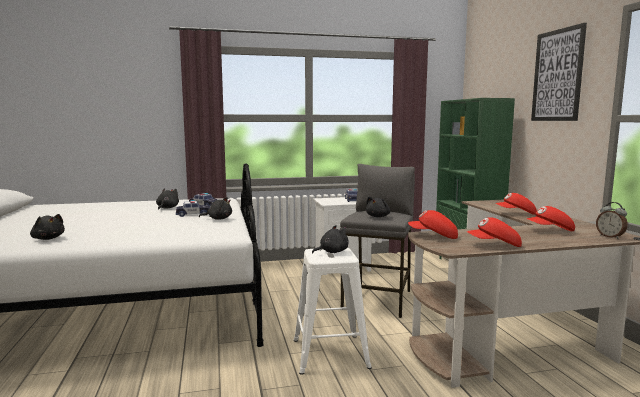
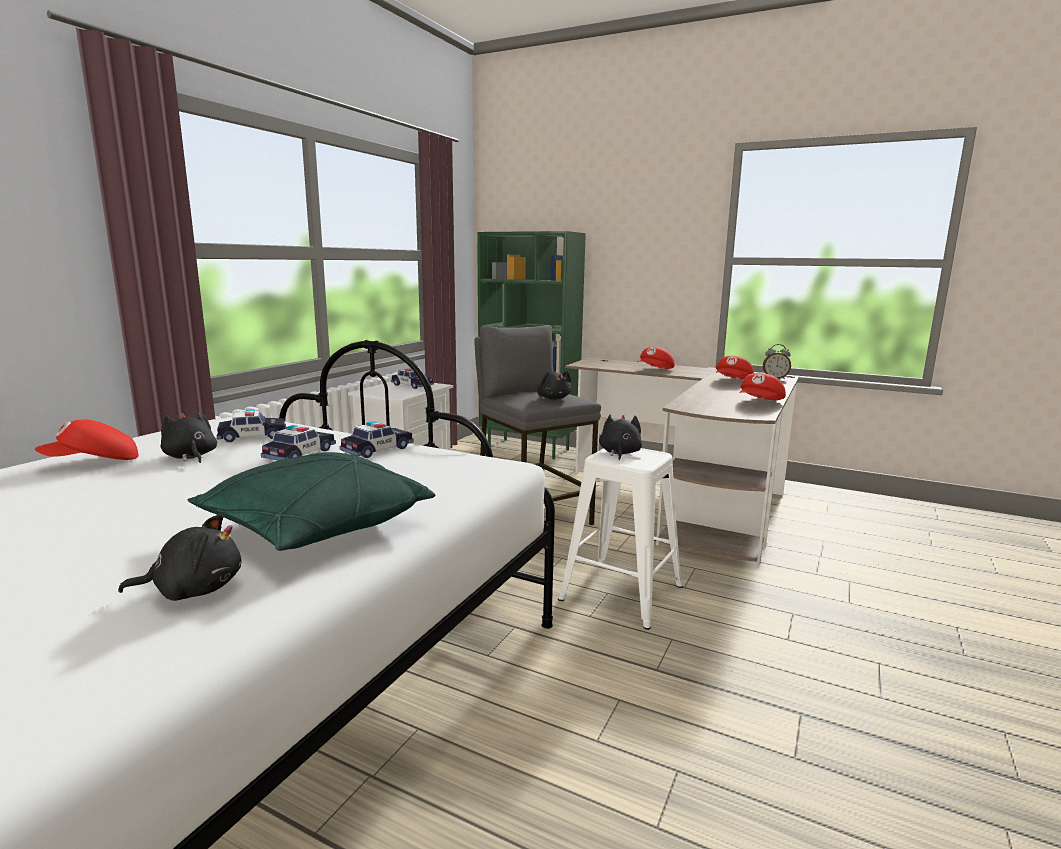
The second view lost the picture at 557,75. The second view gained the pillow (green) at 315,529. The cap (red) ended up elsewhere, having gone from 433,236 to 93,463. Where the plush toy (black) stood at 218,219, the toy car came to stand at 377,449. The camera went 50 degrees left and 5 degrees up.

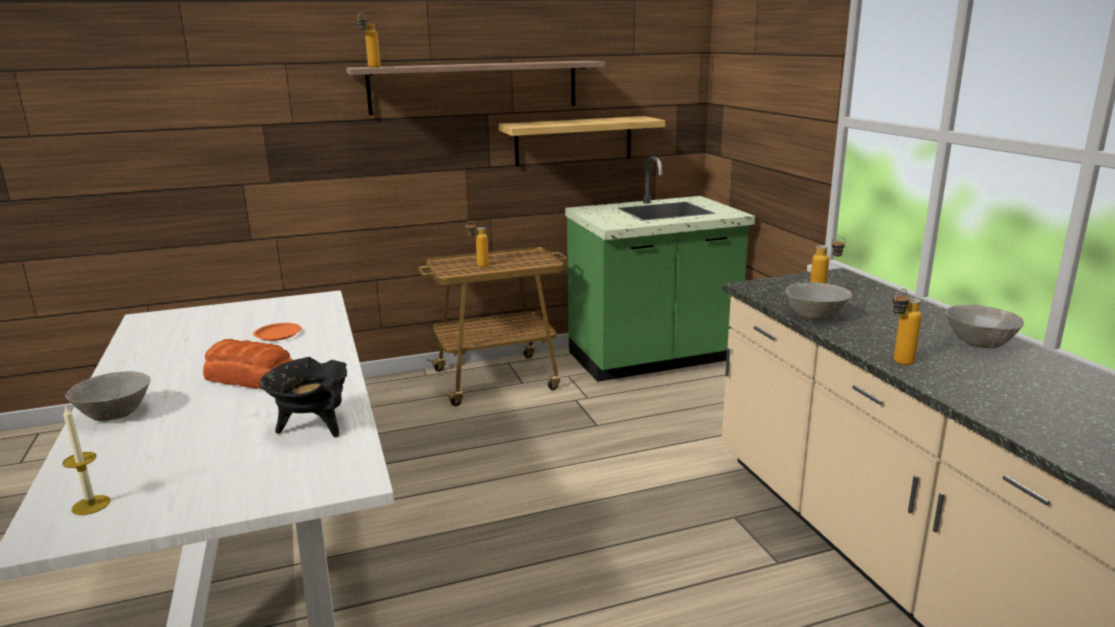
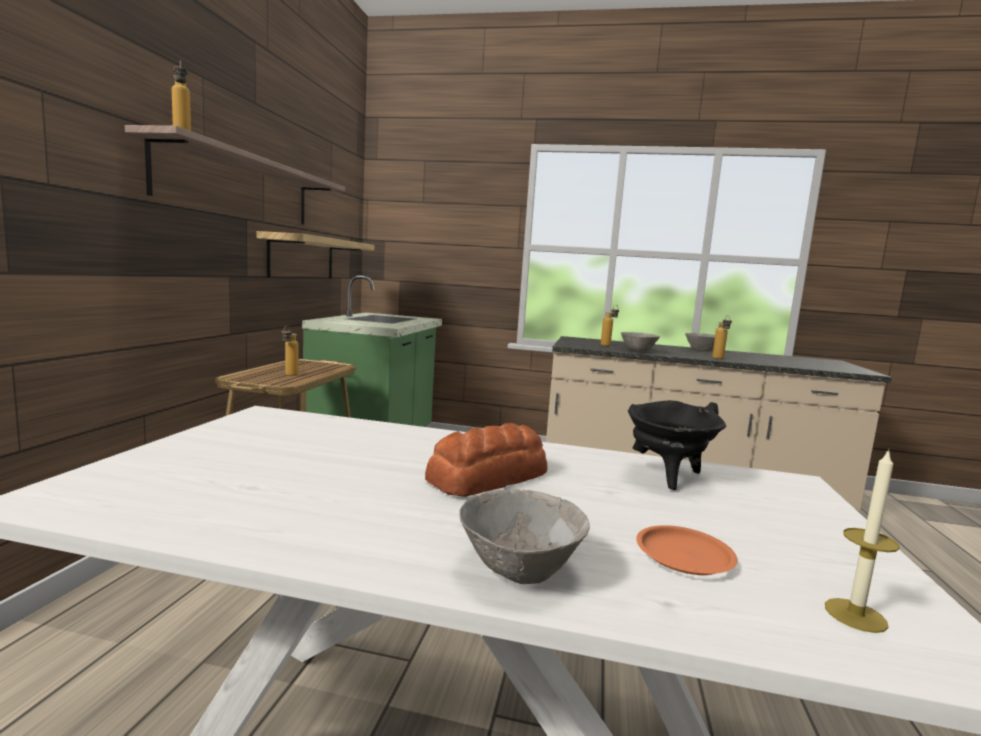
The plate (orange) ended up elsewhere, having gone from 278,334 to 683,555. The camera went 60 degrees left and 10 degrees down.

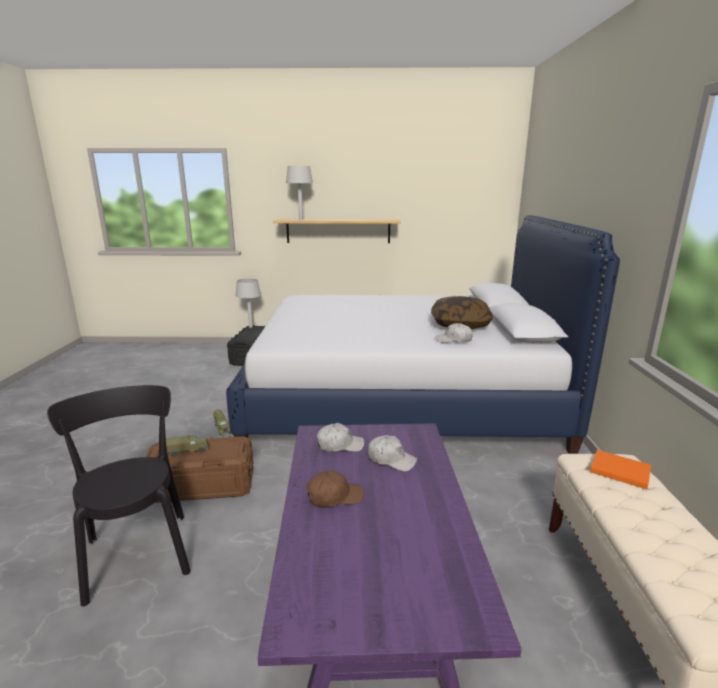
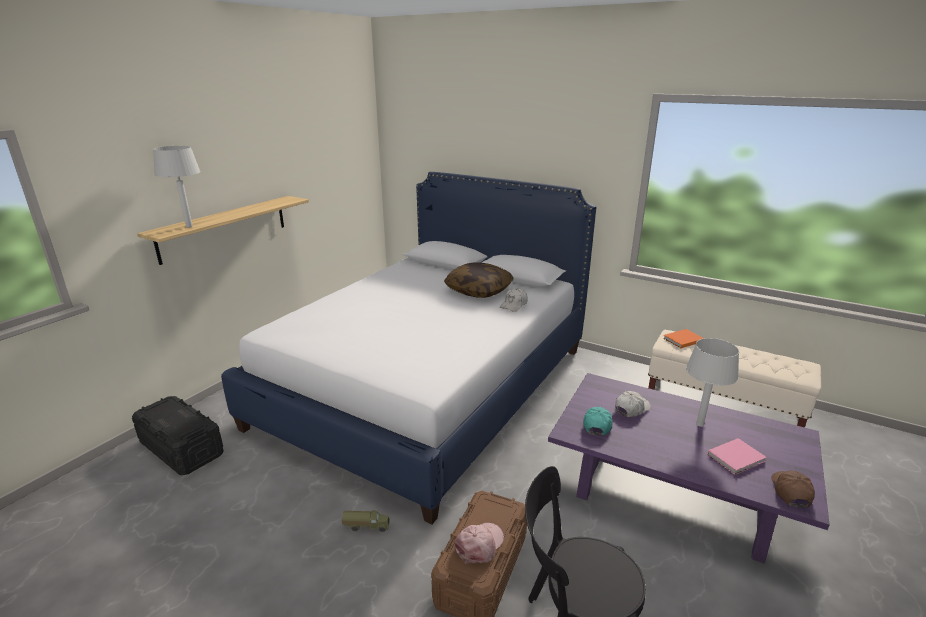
The second view gained the book (pink) at 737,458. The table lamp (grey) ended up elsewhere, having gone from 251,327 to 699,424. The cap (brown) ended up elsewhere, having gone from 334,496 to 790,492. Where the toy truck stood at 185,451, the cap (pink) came to stand at 480,545. What was the cap (white) at 340,445 turned into the cap (turquoise) at 597,424. The camera went 60 degrees left and 5 degrees up.

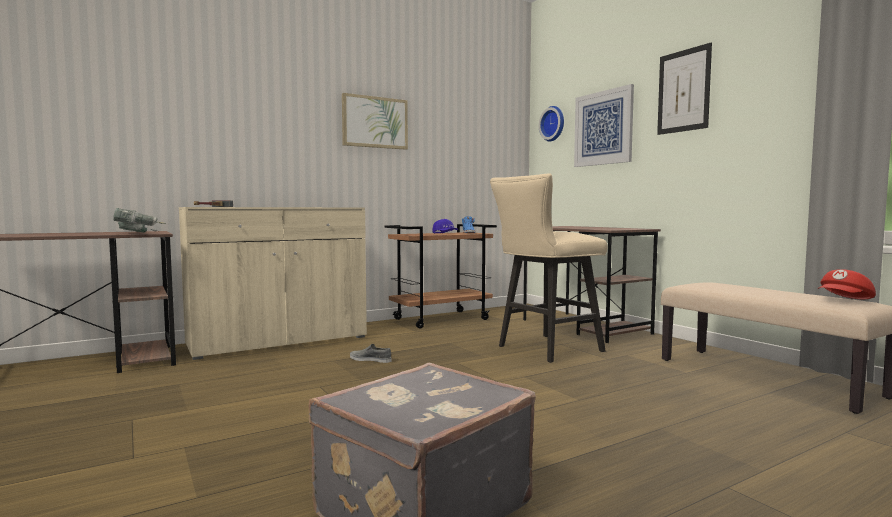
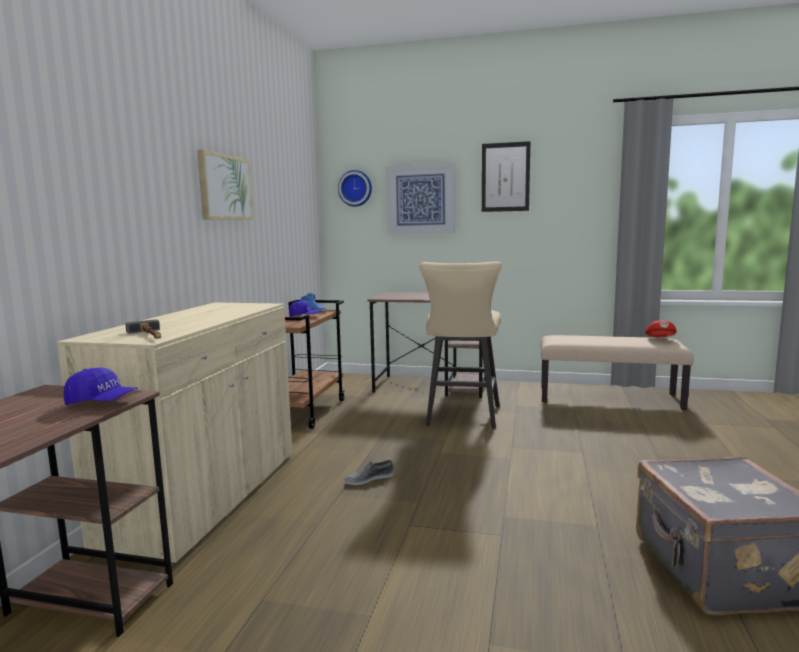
Where the power drill stood at 139,233, the cap (blue) came to stand at 102,402. The camera went 45 degrees left and 5 degrees up.

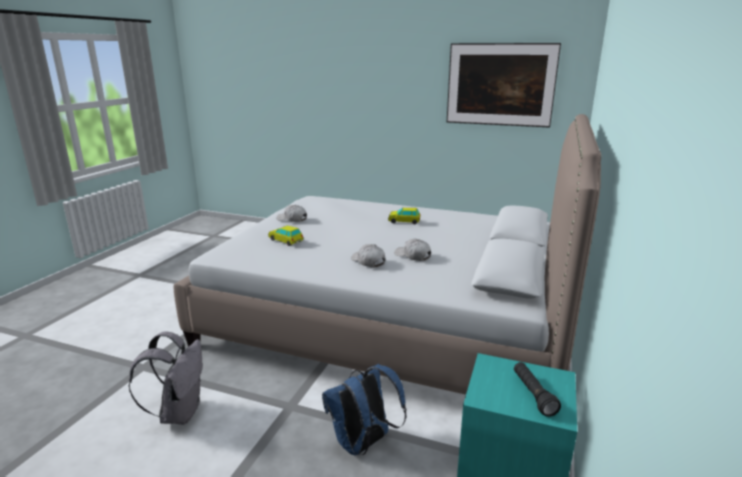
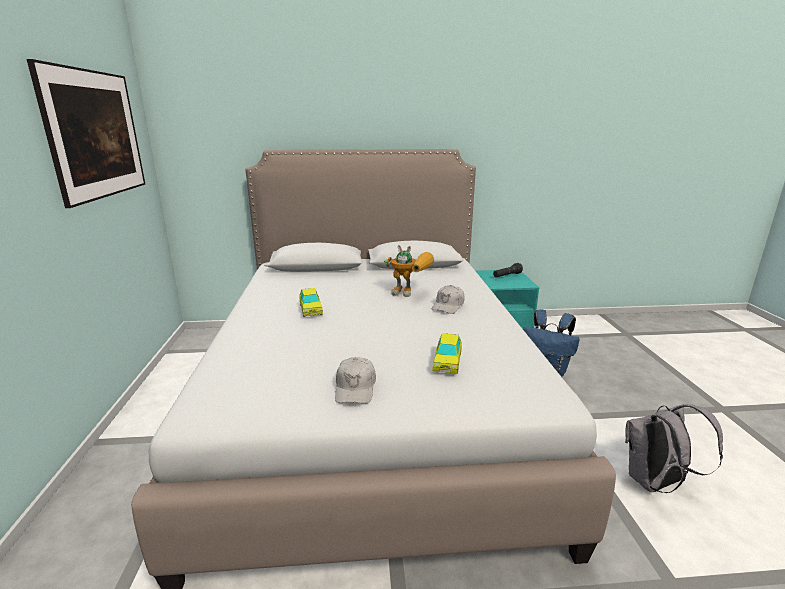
Where the cap (white) stood at 412,256, the toy robot came to stand at 411,293. The camera went 115 degrees left and 0 degrees up.

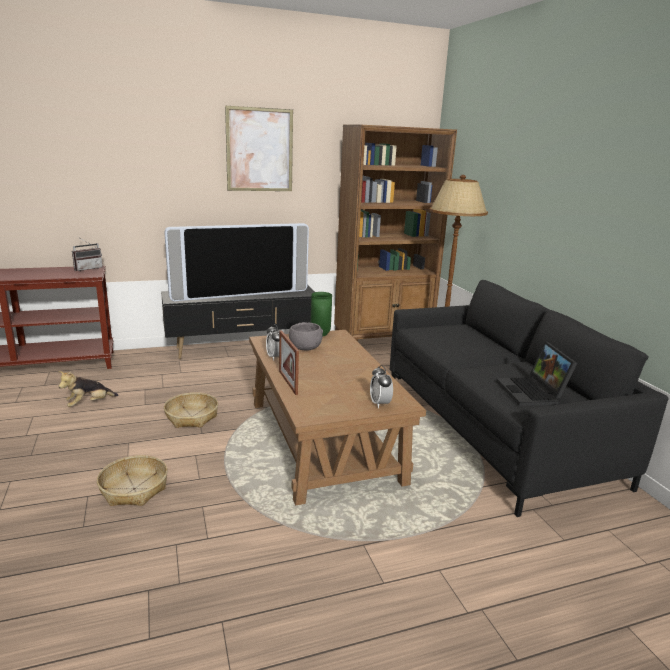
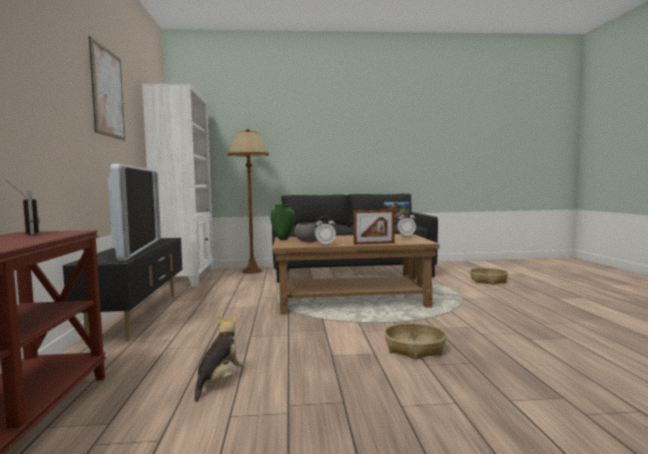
The basket ended up elsewhere, having gone from 192,417 to 488,281. What was the bookcase (brown) at 383,339 turned into the bookcase (white) at 187,278. The plush toy at 89,404 ended up facing another way, 135 degrees counterclockwise from before. The camera went 75 degrees left and 15 degrees down.

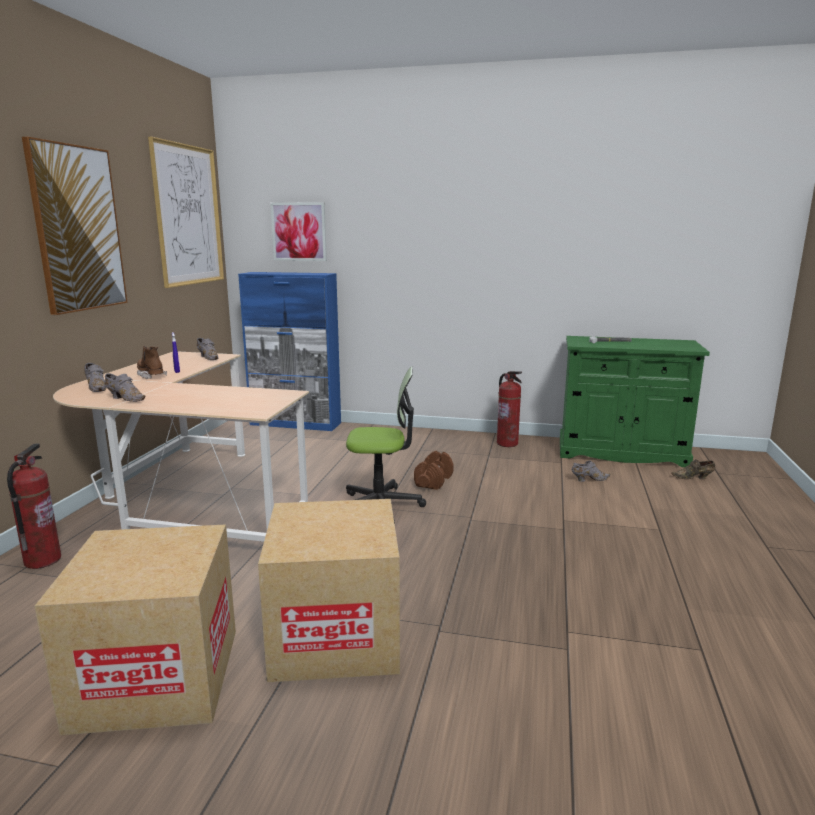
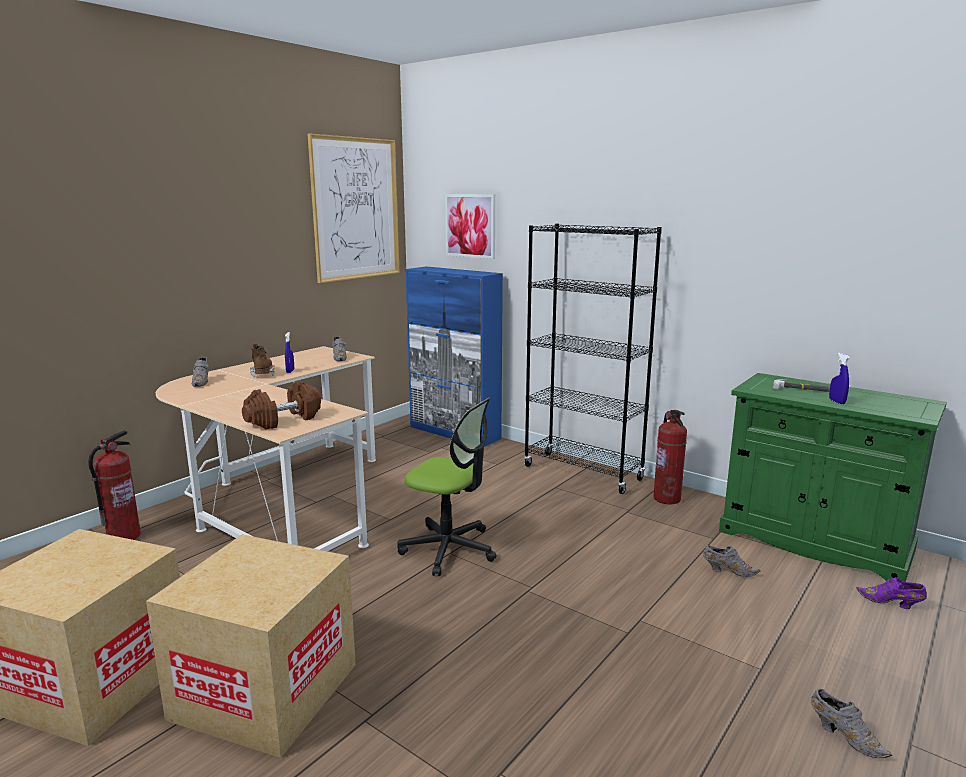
The second view lost the picture at 77,229. The second view gained the bookcase (black) at 583,473. The second view gained the spray bottle (blue) at 837,402. The shoe (grey) ended up elsewhere, having gone from 125,399 to 844,736. The dumbbell (brown) ended up elsewhere, having gone from 434,481 to 283,420. What was the shoe (brown) at 693,478 turned into the shoe (purple) at 891,603. The camera went 25 degrees right and 0 degrees up.

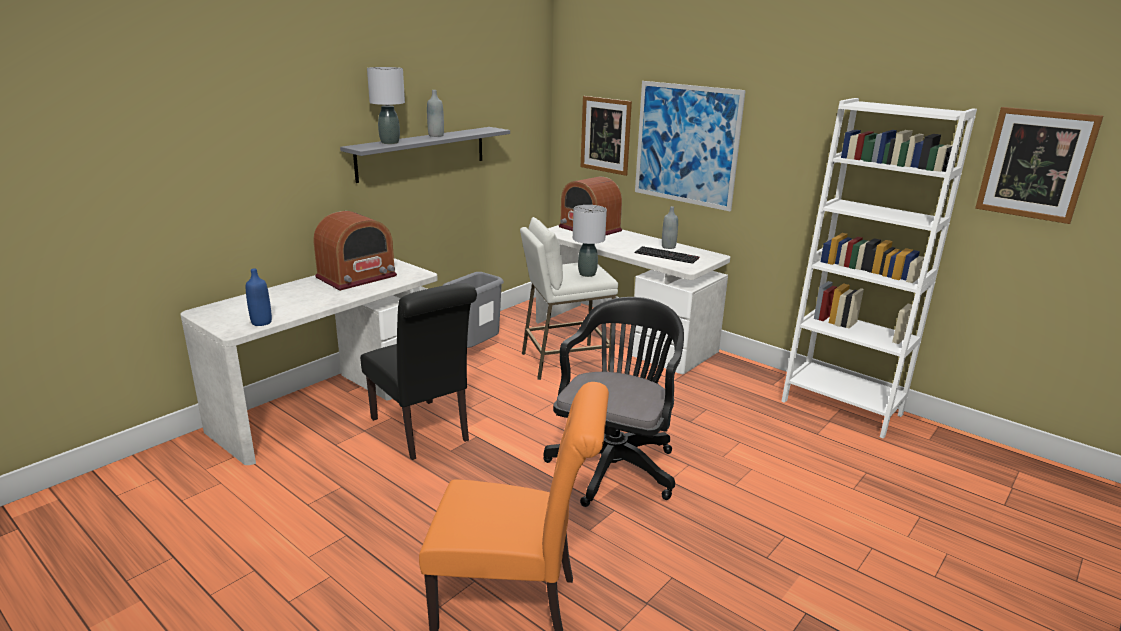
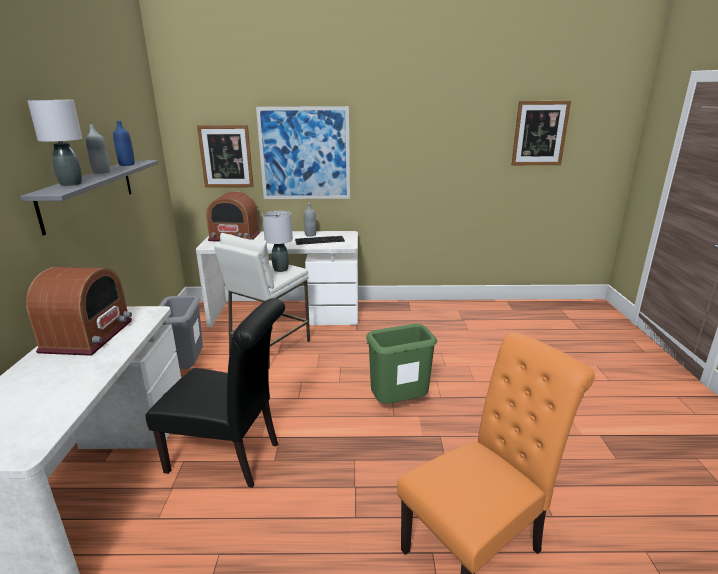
The second view lost the bookcase (white) at 841,407. The bottle (blue) ended up elsewhere, having gone from 261,322 to 127,164. Where the office chair (black) stood at 615,464, the trash can (green) came to stand at 399,404. The camera went 40 degrees left and 0 degrees up.

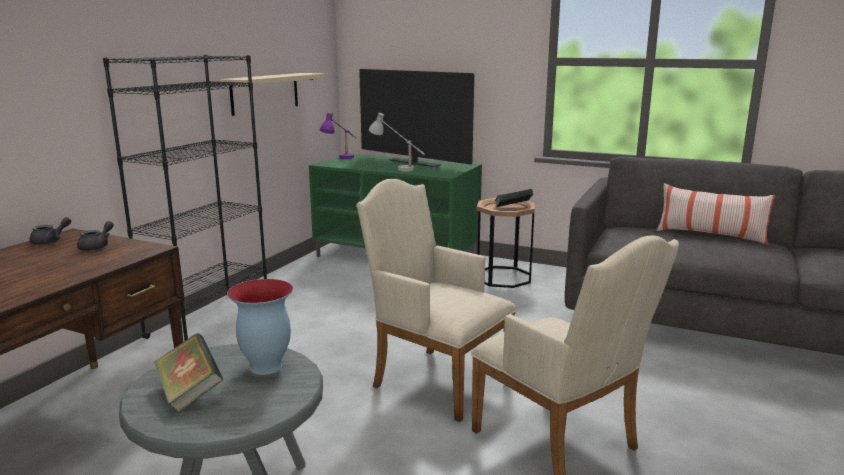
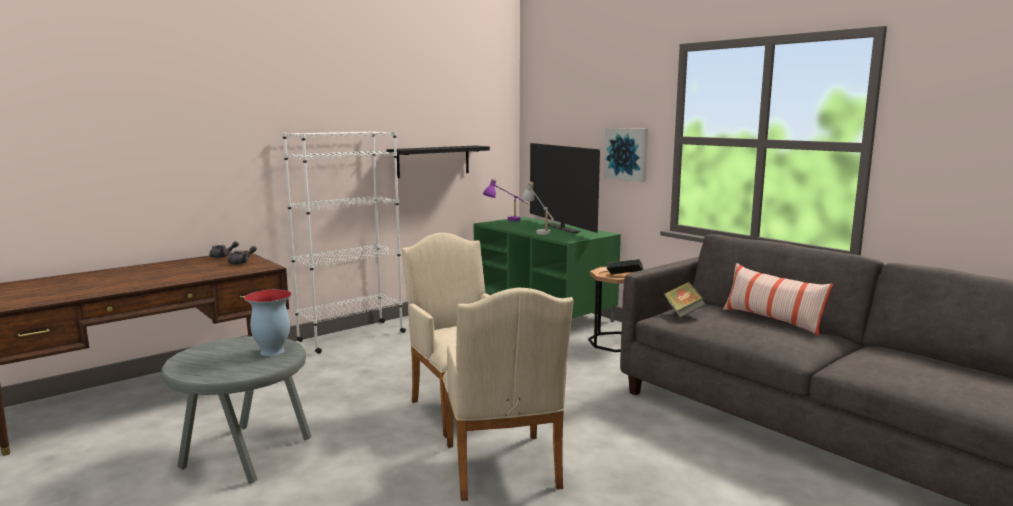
The second view gained the picture at 626,154. The book ended up elsewhere, having gone from 190,392 to 683,312. What was the bookcase (black) at 210,320 turned into the bookcase (white) at 351,337. What was the shelf (beige) at 265,93 turned into the shelf (black) at 433,161. The camera went 25 degrees right and 5 degrees down.

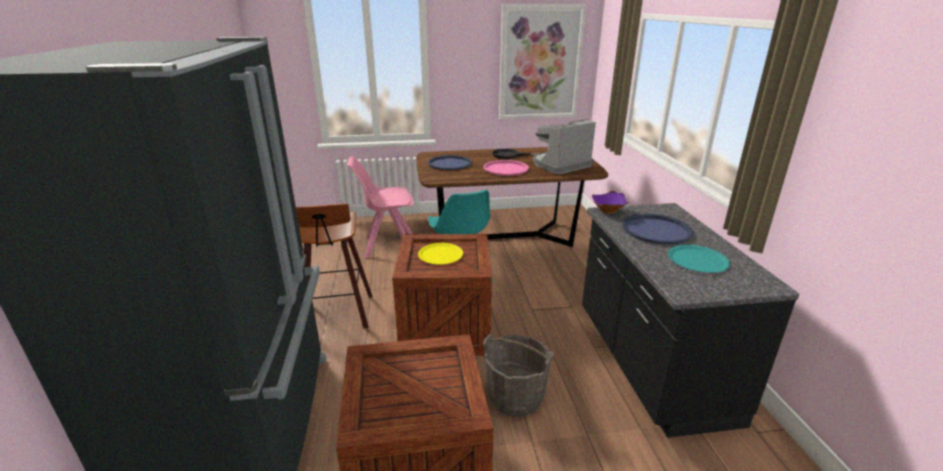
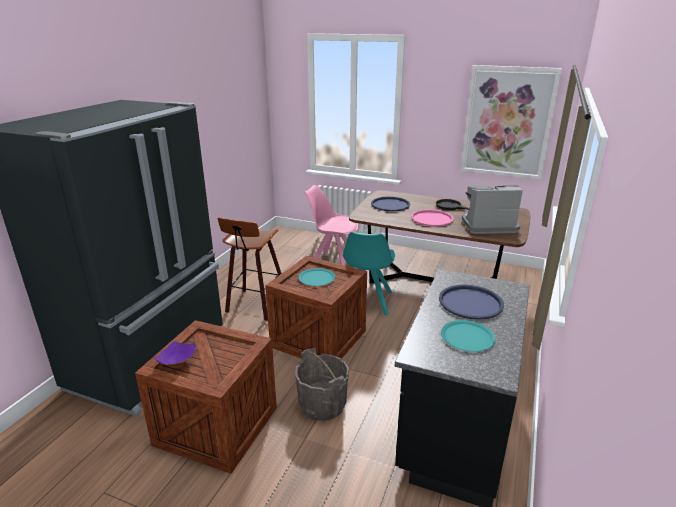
The bowl (purple) ended up elsewhere, having gone from 609,211 to 178,363. What was the plate (yellow) at 440,254 turned into the plate (turquoise) at 316,278. The camera went 30 degrees right and 0 degrees up.

